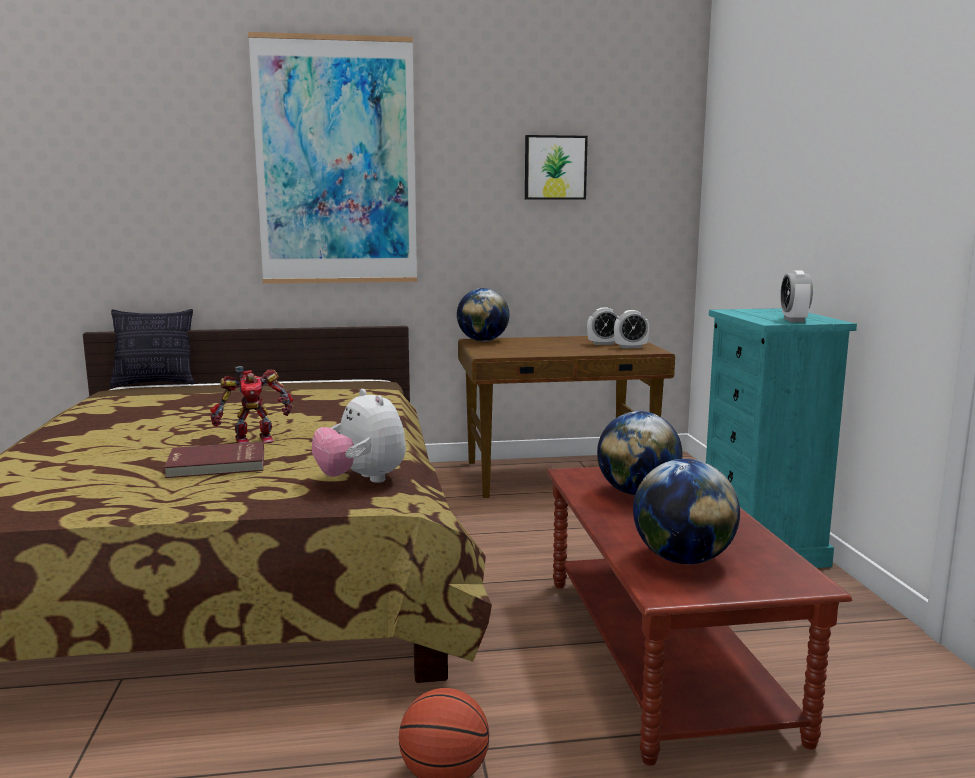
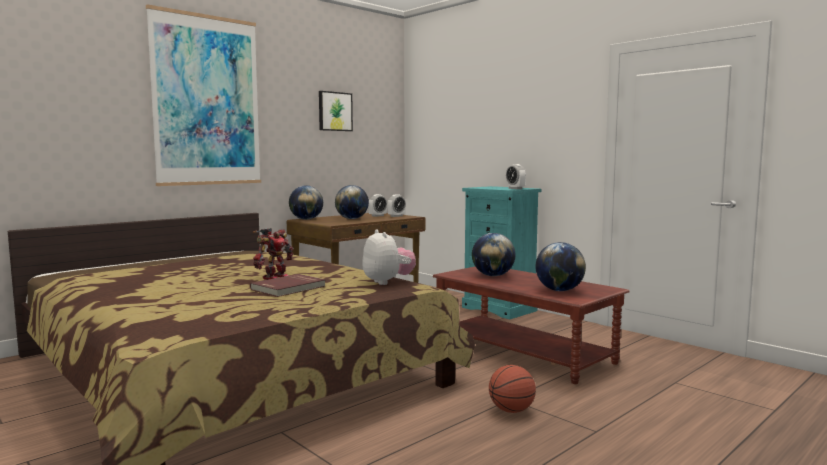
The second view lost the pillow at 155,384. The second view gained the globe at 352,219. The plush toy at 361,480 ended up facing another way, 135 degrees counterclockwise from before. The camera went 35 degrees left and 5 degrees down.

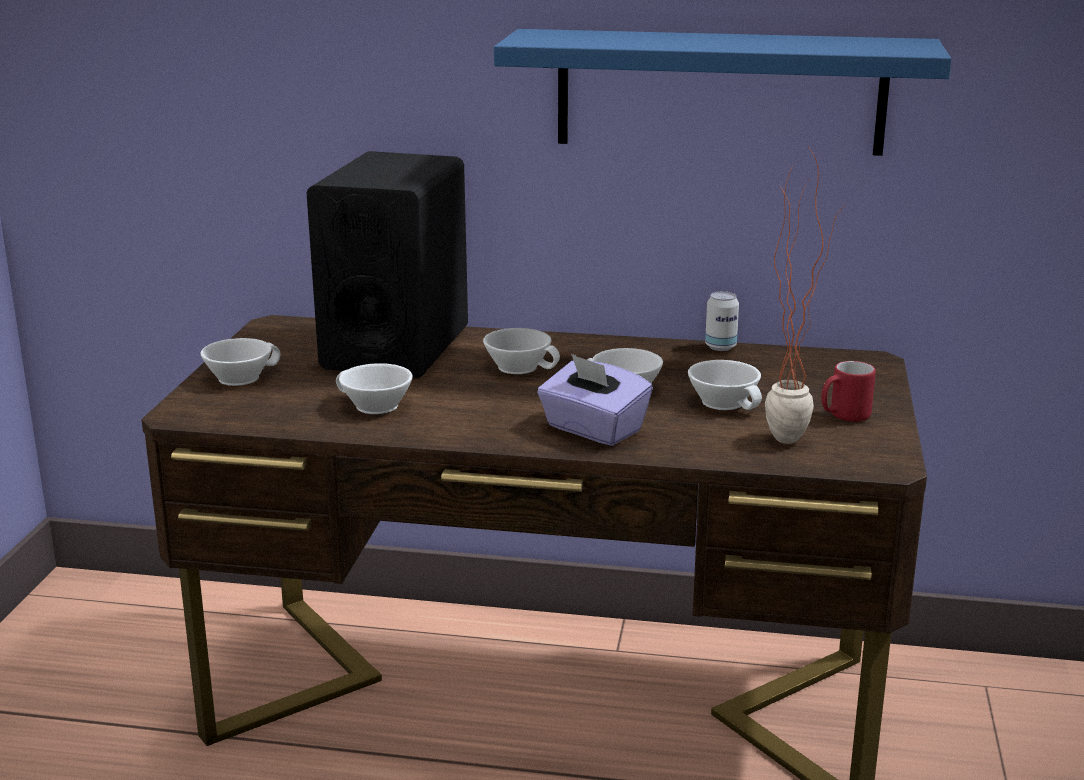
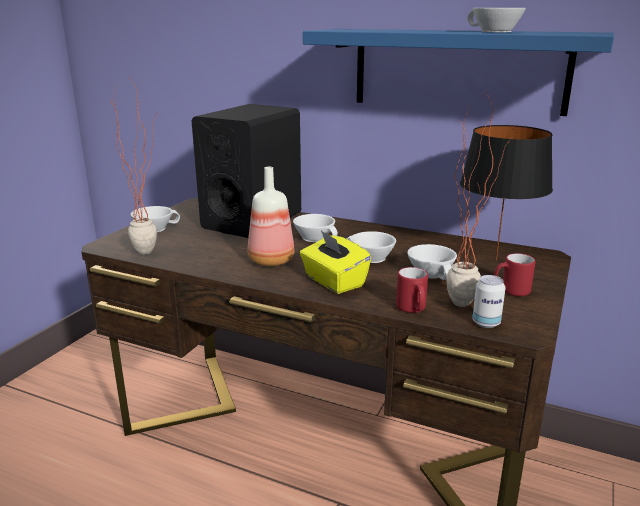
The second view gained the potted plant at 151,250. The second view gained the bottle at 271,261. The second view gained the mug (red) at 412,310. The second view gained the table lamp (black) at 497,260. The cup (white) ended up elsewhere, having gone from 373,406 to 493,31. The can ended up elsewhere, having gone from 720,347 to 486,323. What was the tissue box (purple) at 593,430 turned into the tissue box (yellow) at 333,281. The camera went 15 degrees right and 0 degrees up.

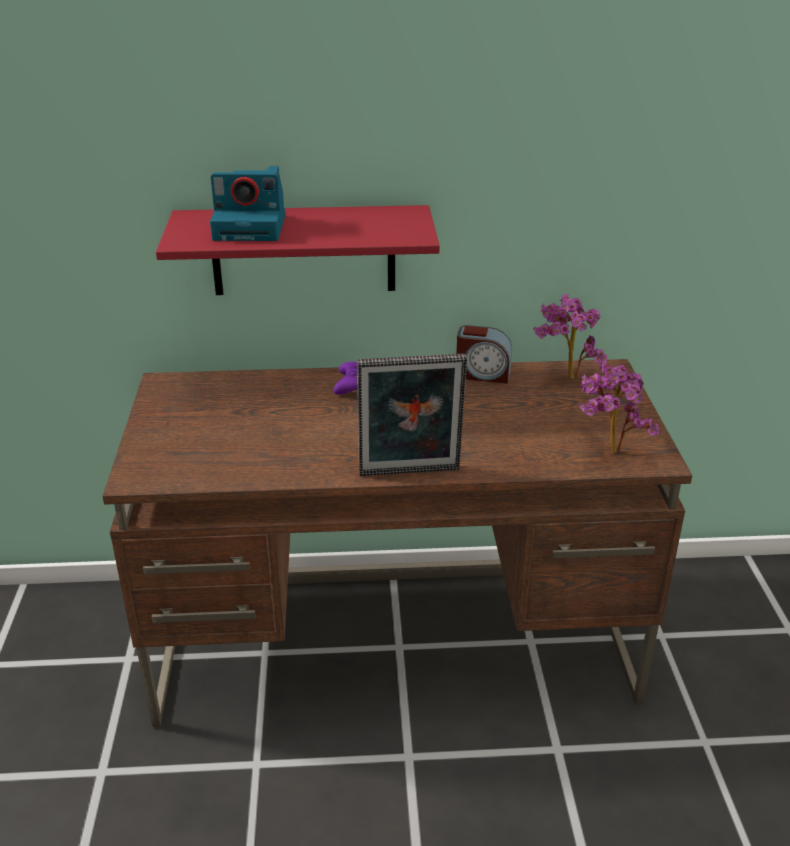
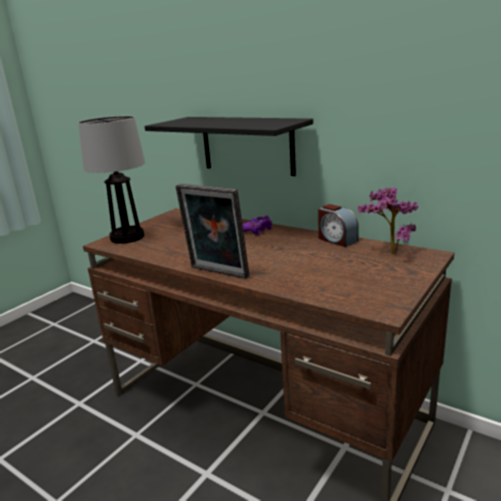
The second view lost the photo camera at 252,227. The second view lost the potted plant at 607,453. The second view gained the table lamp at 127,237. What was the shelf (red) at 303,250 turned into the shelf (black) at 247,145. The camera went 40 degrees right and 10 degrees down.

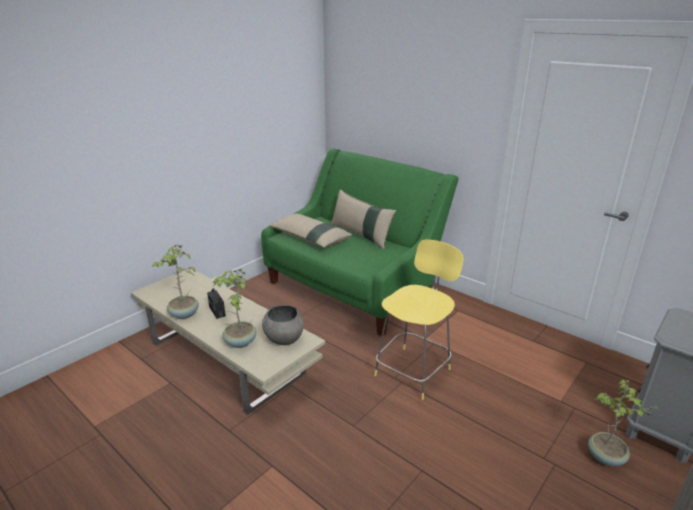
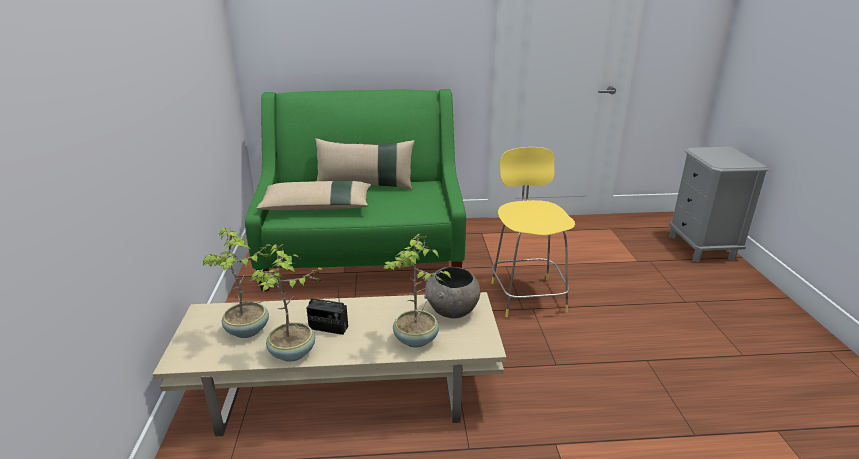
The potted plant ended up elsewhere, having gone from 606,458 to 248,330. The camera went 45 degrees left and 0 degrees up.

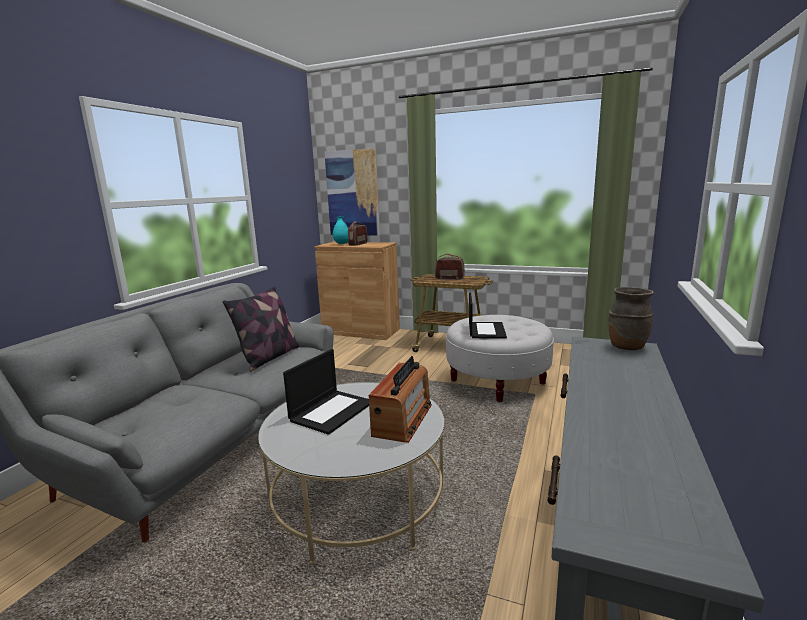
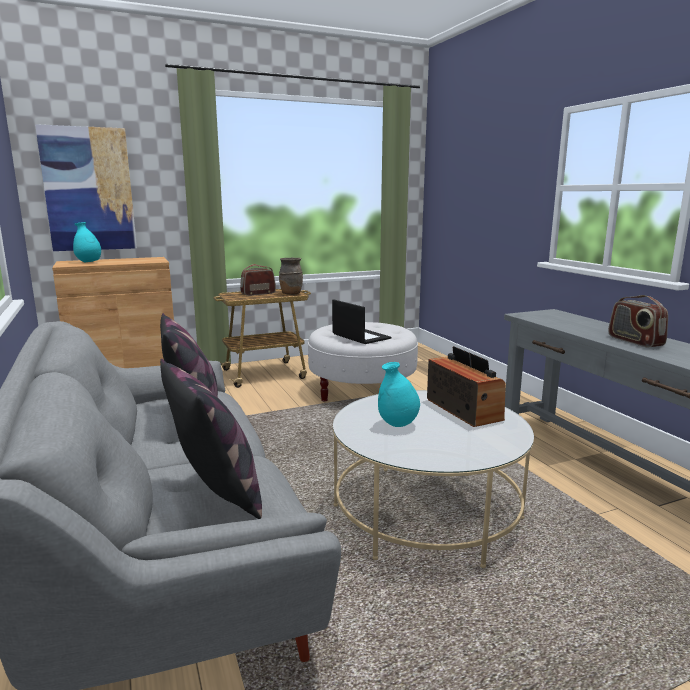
The second view gained the pillow at 217,491. The radio ended up elsewhere, having gone from 358,244 to 634,341. The vase (brown) ended up elsewhere, having gone from 626,347 to 291,294. Where the laptop stood at 332,411, the vase (turquoise) came to stand at 398,424. The camera went 45 degrees left and 0 degrees up.

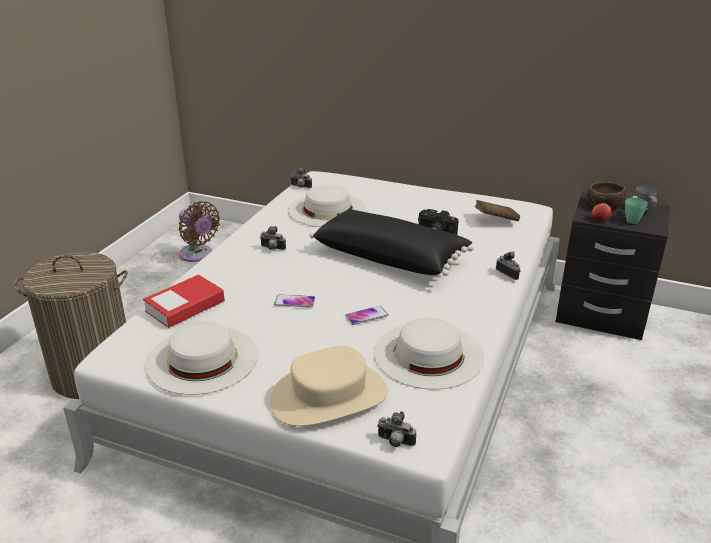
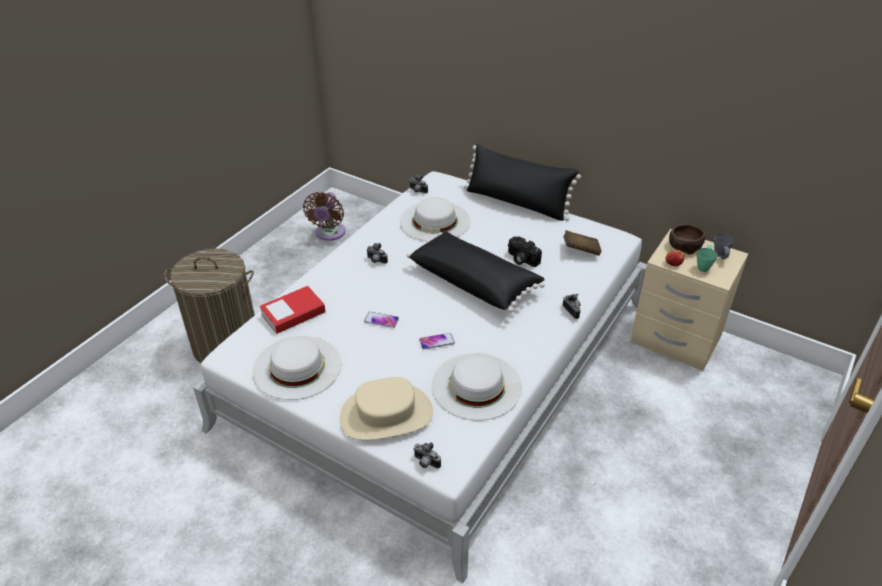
The second view gained the pillow (black) at 517,203. What was the nightstand (black) at 601,314 turned into the nightstand (beige) at 675,339. The fan (brown) at 197,255 ended up facing another way, 45 degrees clockwise from before. The camera went 10 degrees right and 10 degrees up.

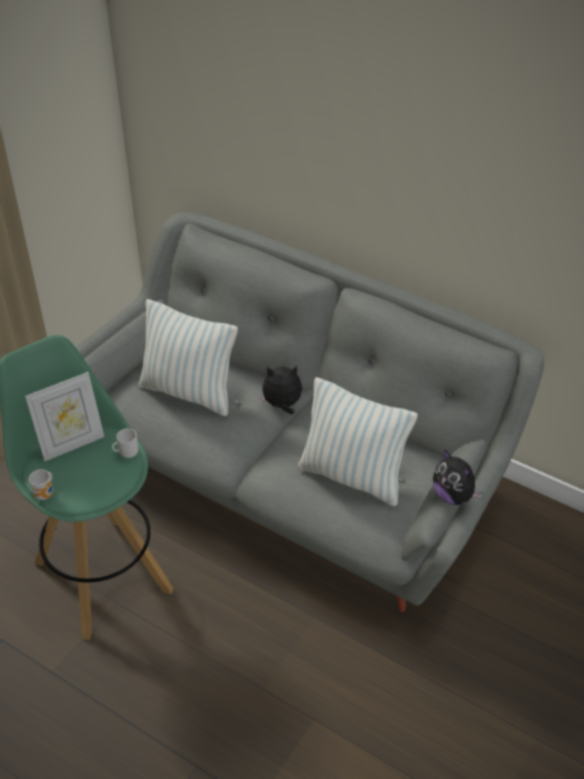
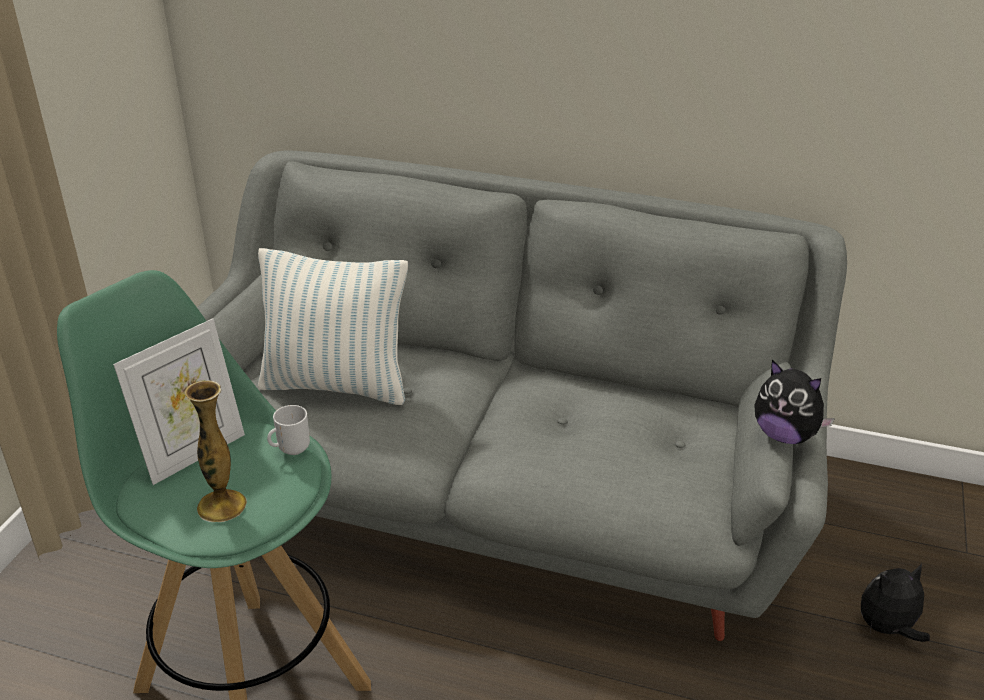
The second view lost the mug at 45,494. The second view lost the pillow at 352,476. The second view gained the vase at 222,506. The plush toy ended up elsewhere, having gone from 282,405 to 887,629. The camera went 15 degrees left and 10 degrees down.

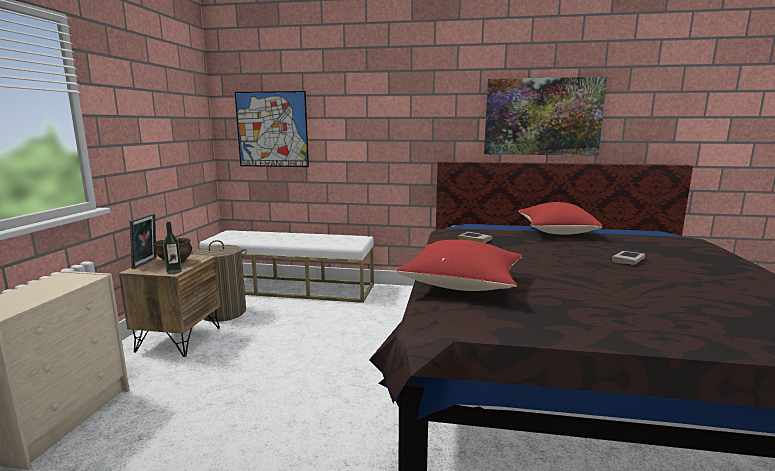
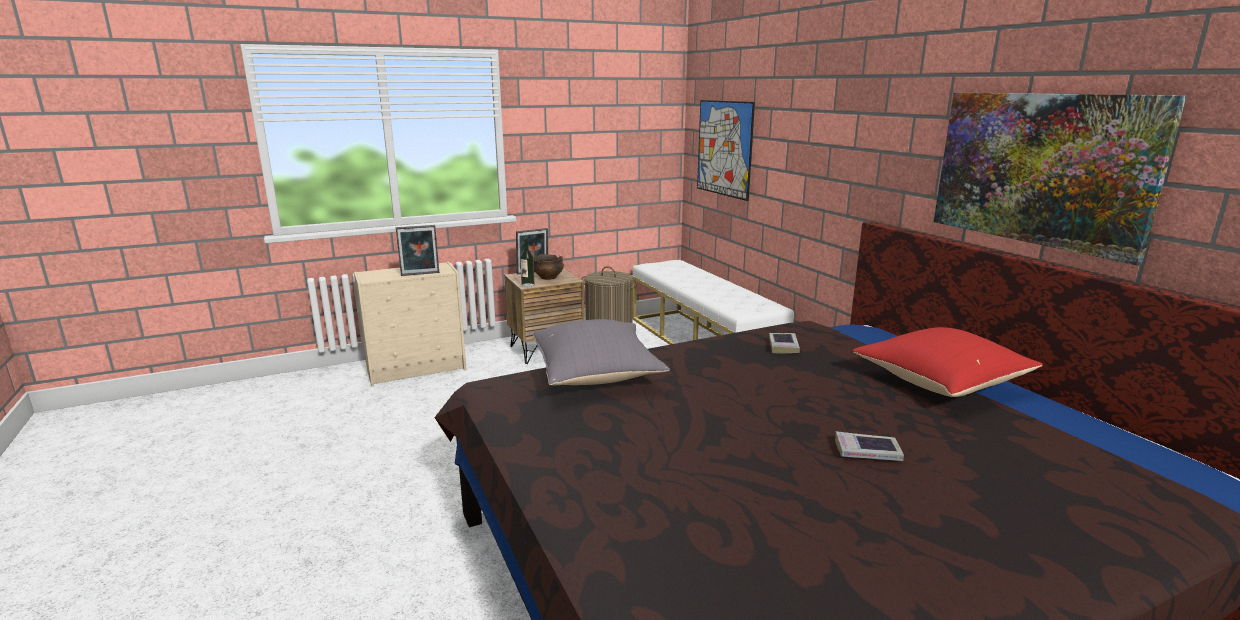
The second view gained the picture frame at 420,274. What was the pillow (red) at 463,285 turned into the pillow (grey) at 597,376. The camera went 55 degrees right and 5 degrees up.

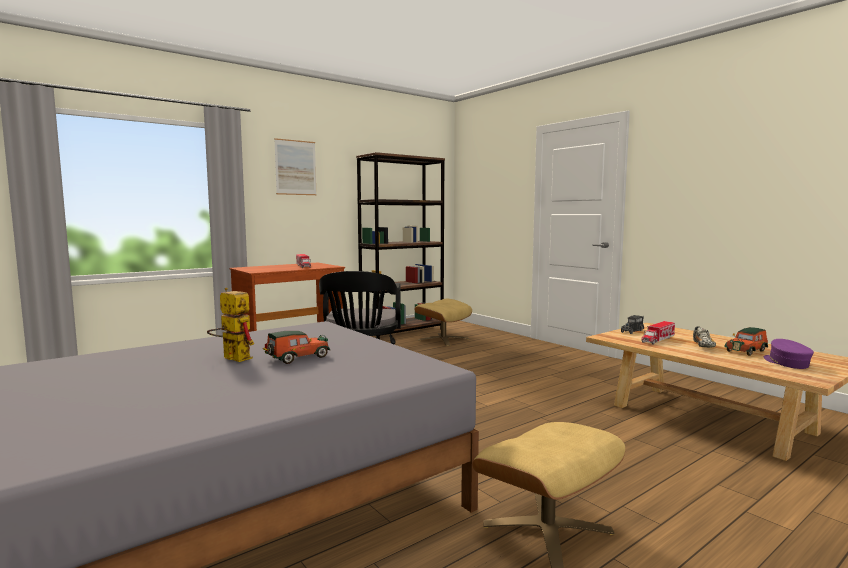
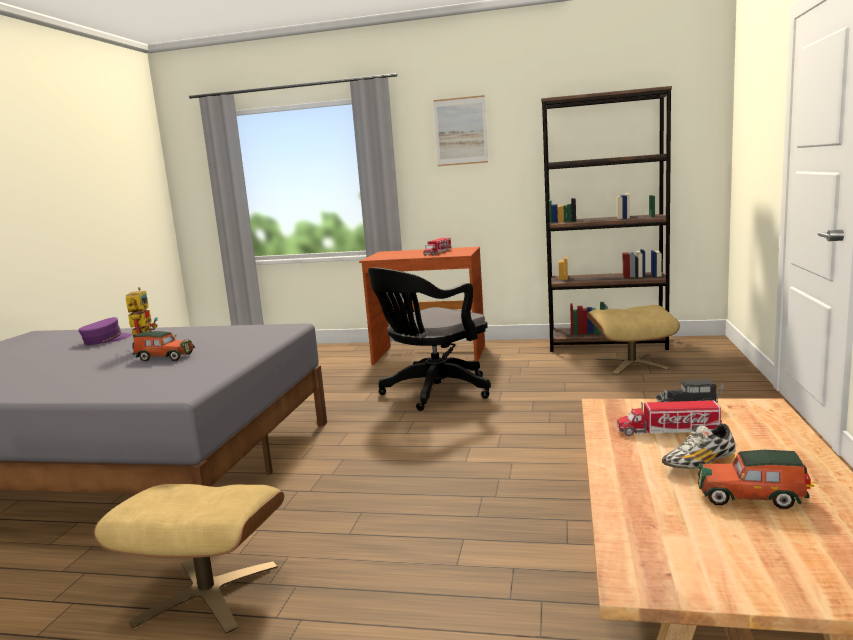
The cap (purple) ended up elsewhere, having gone from 786,363 to 106,340. The camera went 50 degrees right and 5 degrees up.

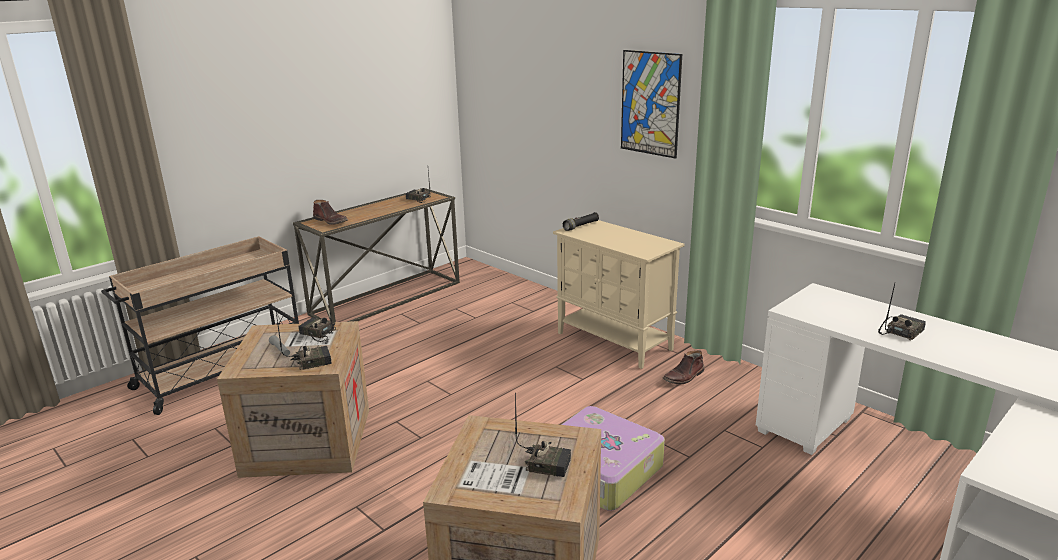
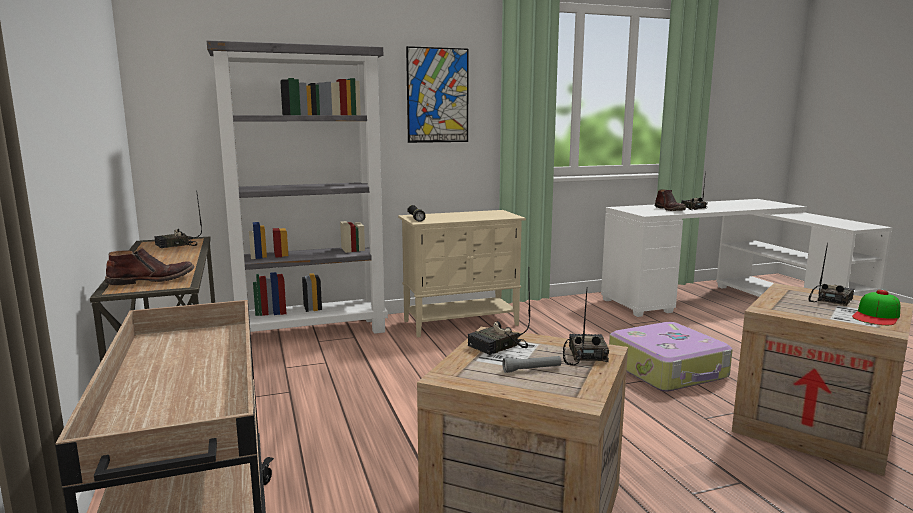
The second view gained the bookcase (grey) at 313,332. The second view gained the cap at 876,316. The boot (brown) ended up elsewhere, having gone from 684,377 to 670,209. The camera went 65 degrees left and 10 degrees down.

